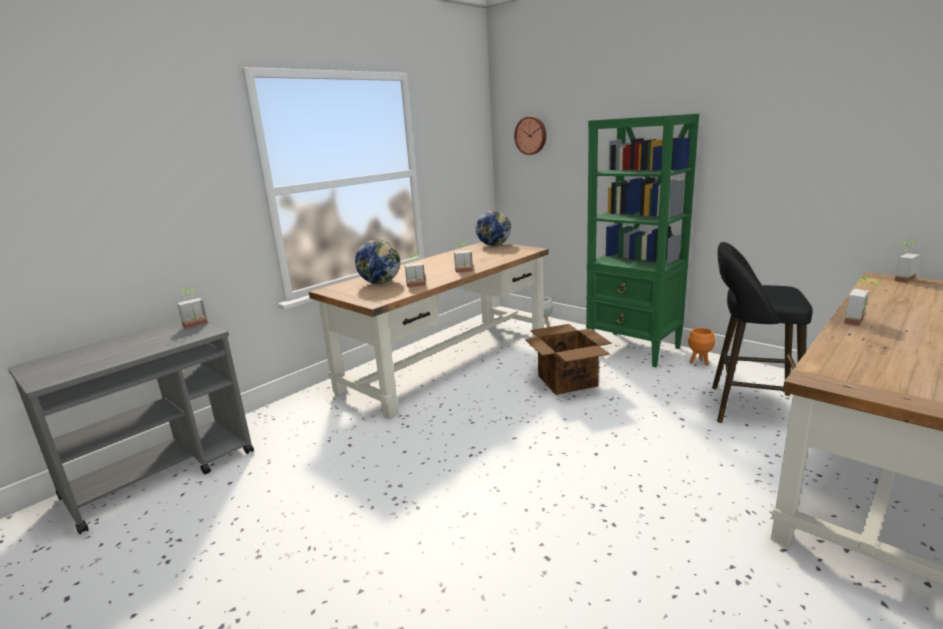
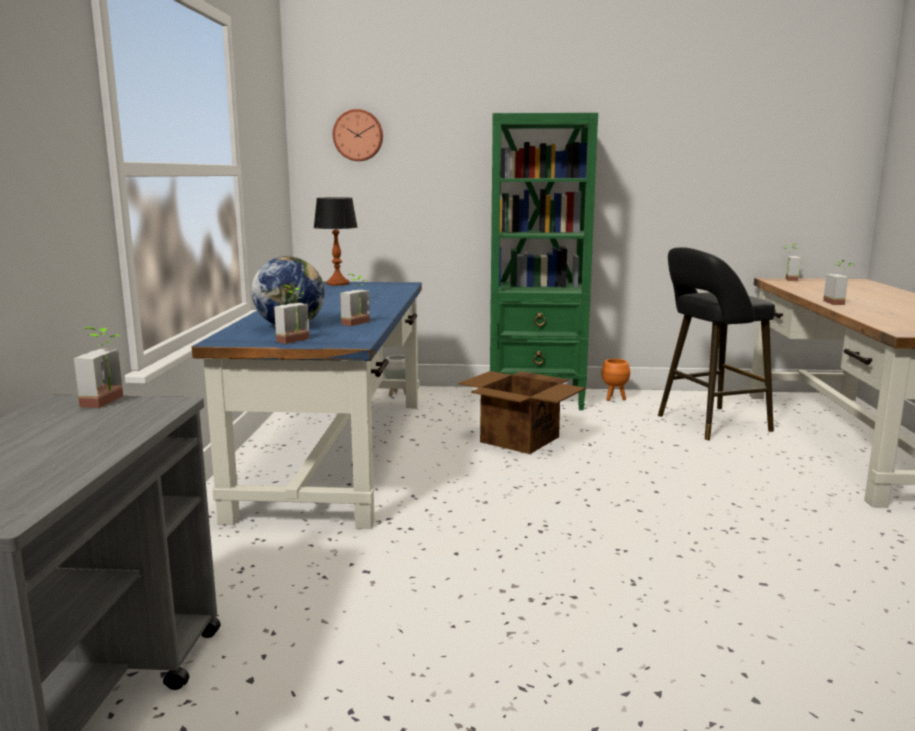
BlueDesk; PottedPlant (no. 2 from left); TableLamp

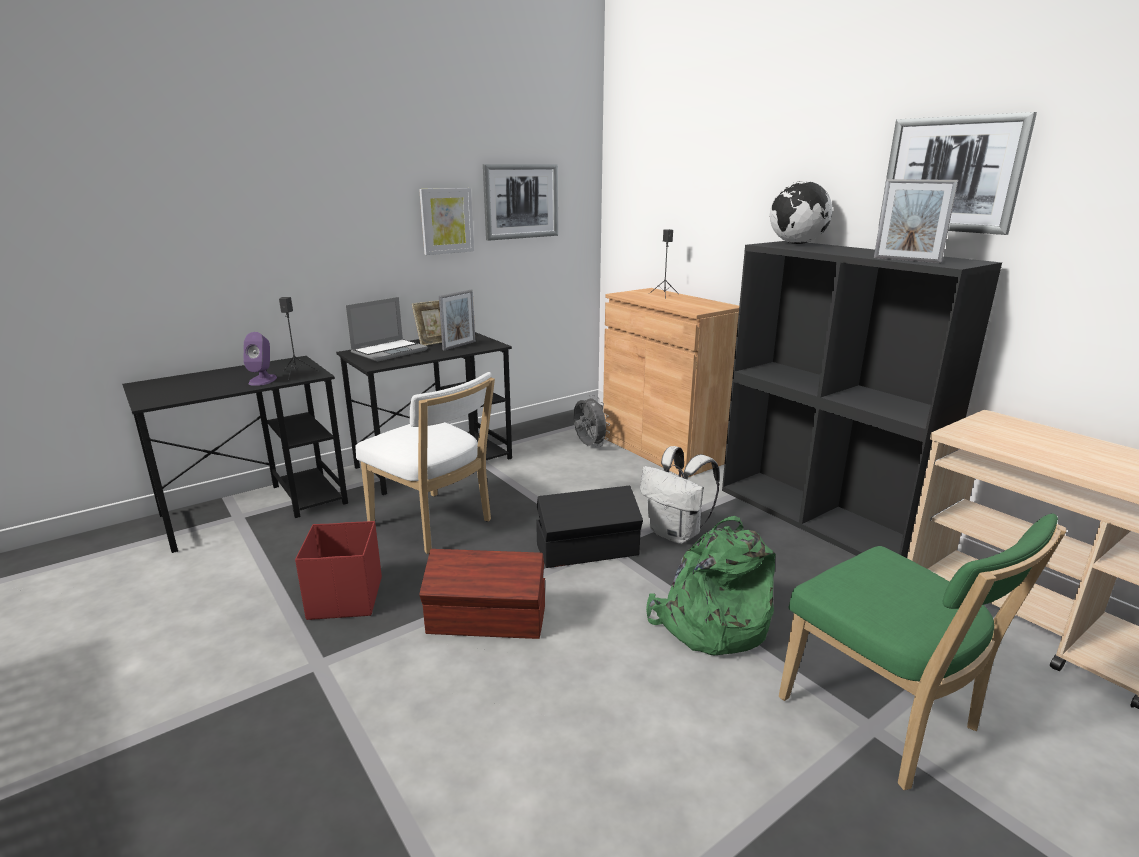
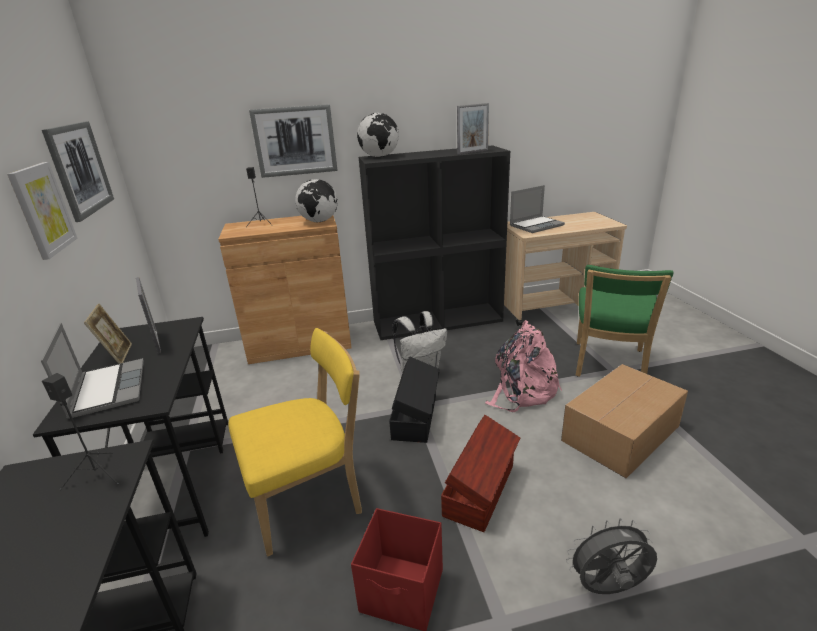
PurpleSpeaker; YellowChair; GreyFan; PinkBackpack; GreenChair; Picture (no. 3 from left); Globe (no. 1 from left); Laptop (no. 2 from left); CardboardBox

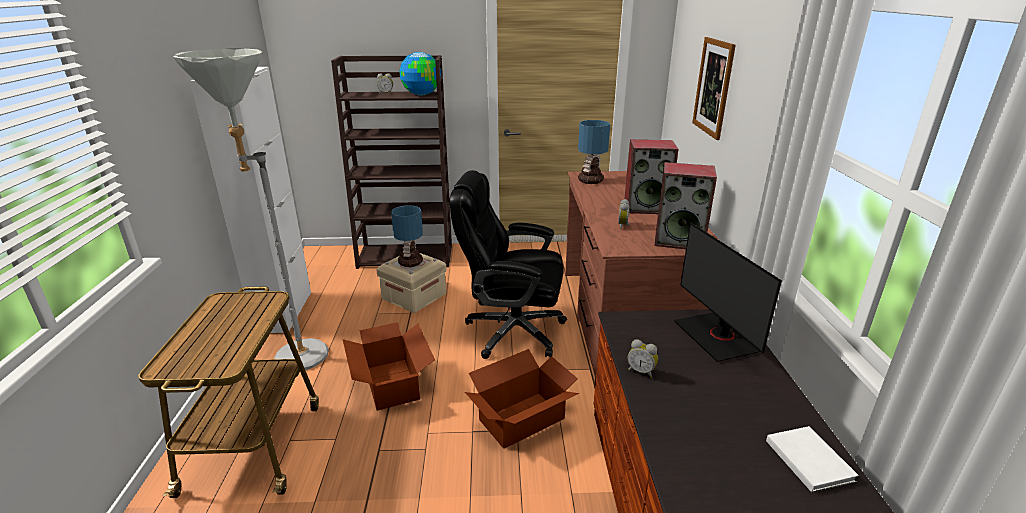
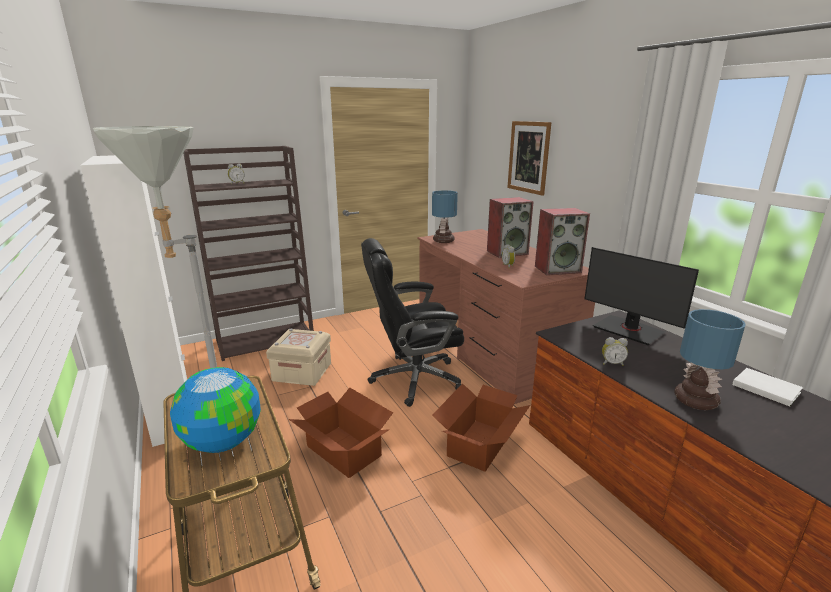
TableLamp (no. 2 from left); Globe

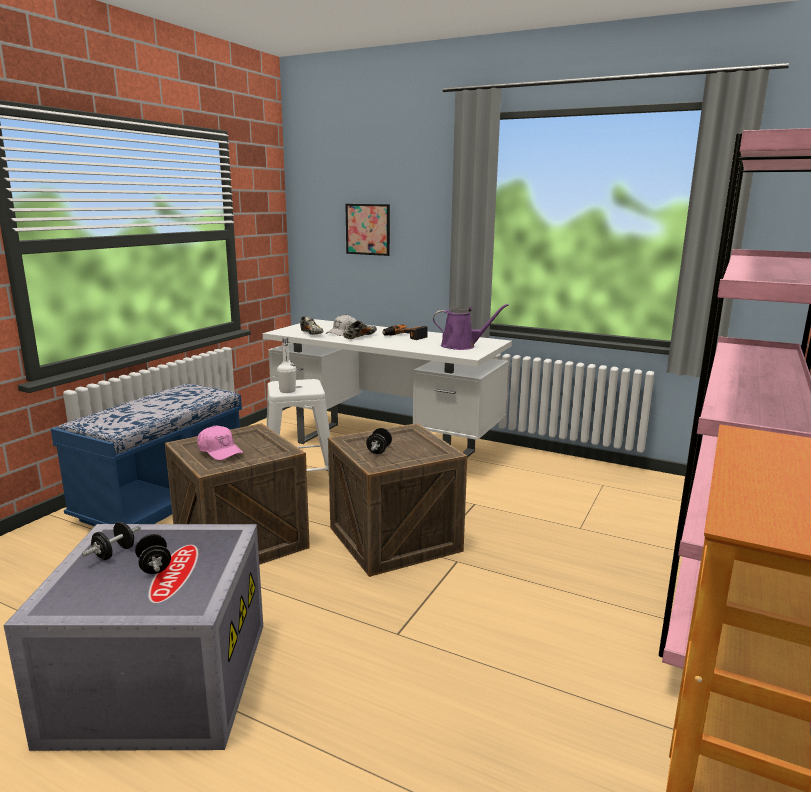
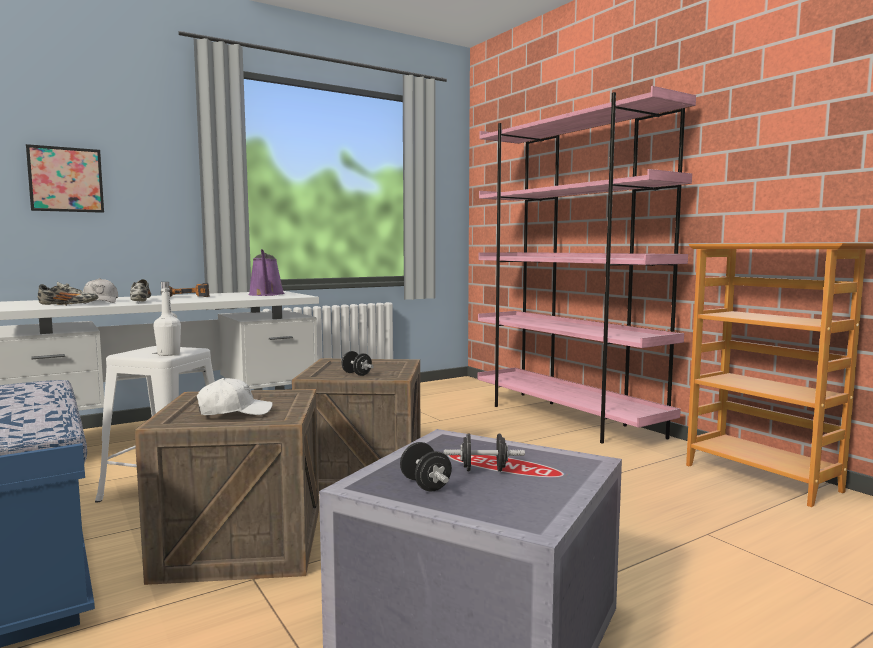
WhiteCap (no. 2 from left); PurpleWateringCan

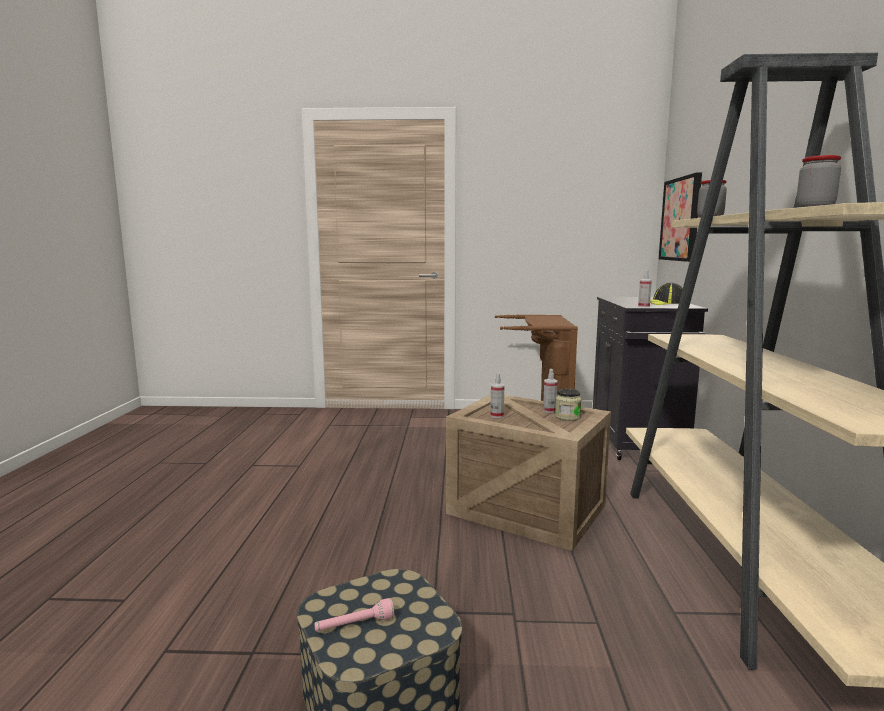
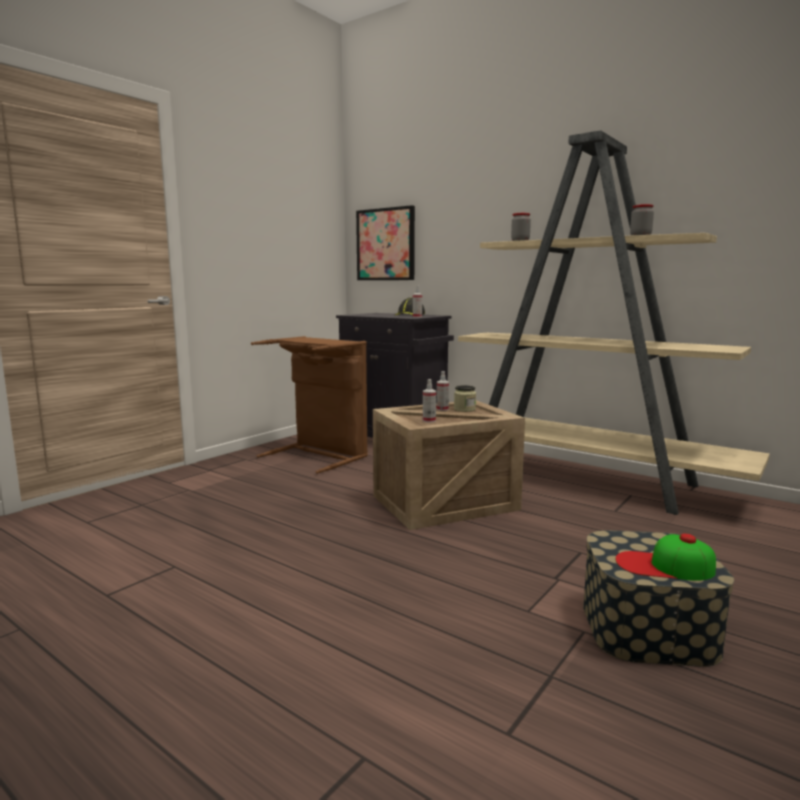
Cap (no. 2 from left)

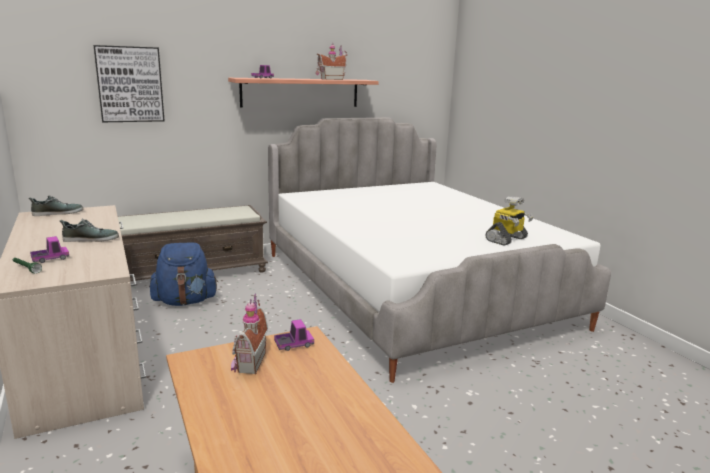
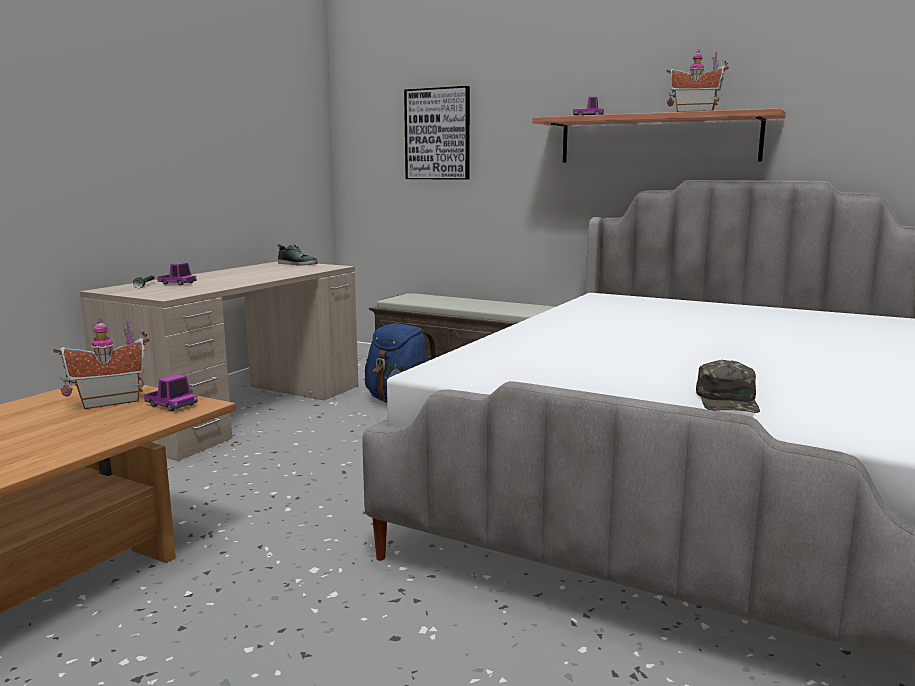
Shoe (no. 2 from left in the first image); GreenCap

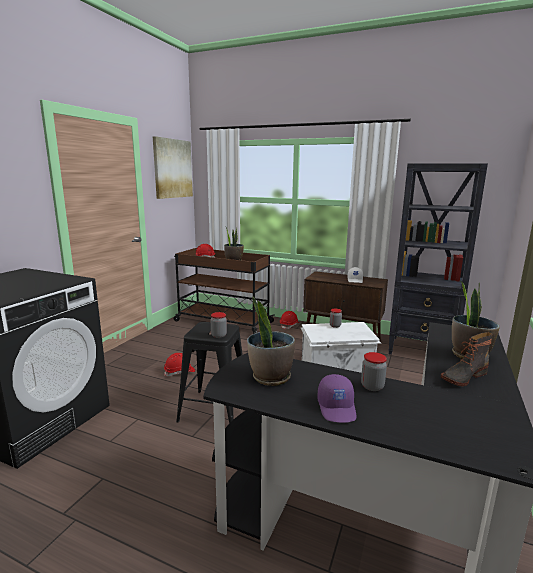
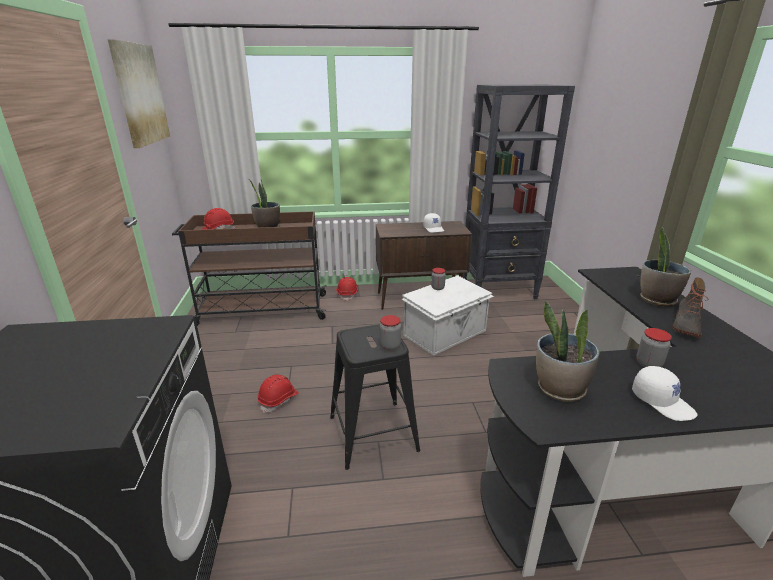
WhiteCap (no. 2 from left)

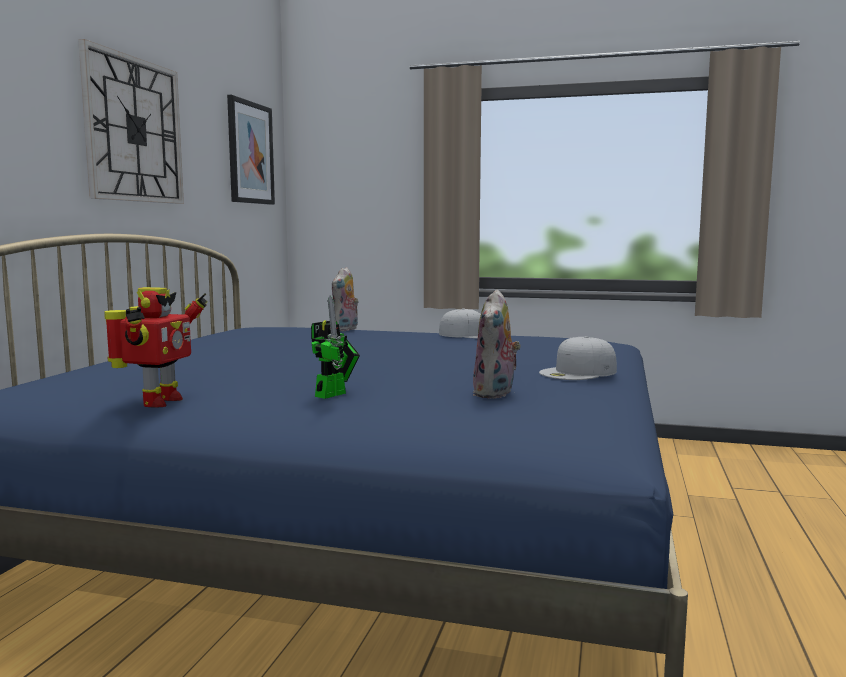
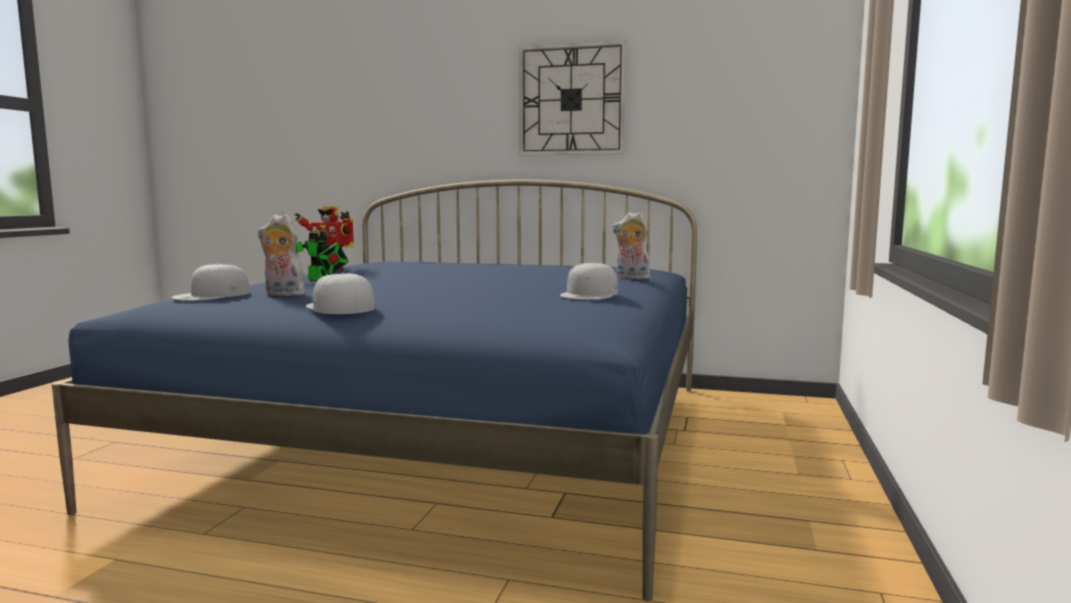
Picture; WhiteCap (no. 1 from left)

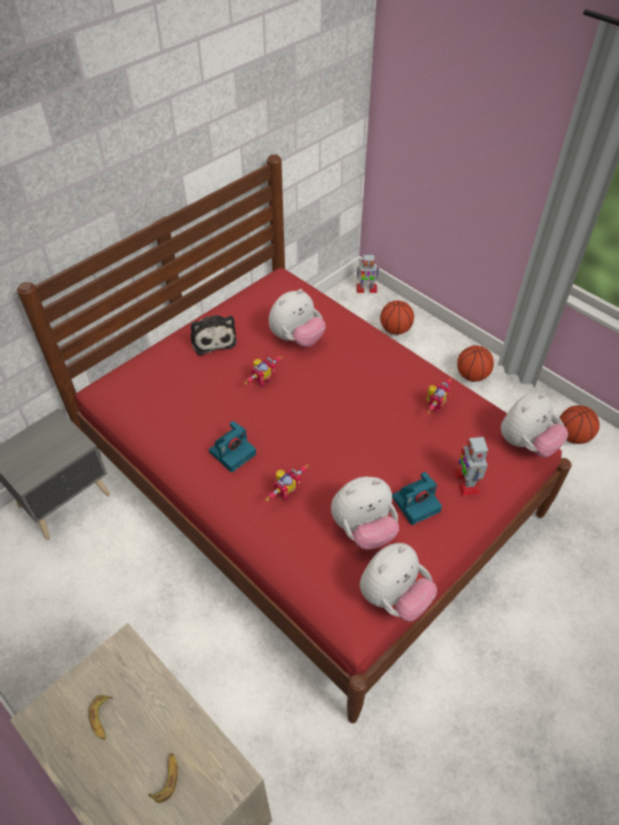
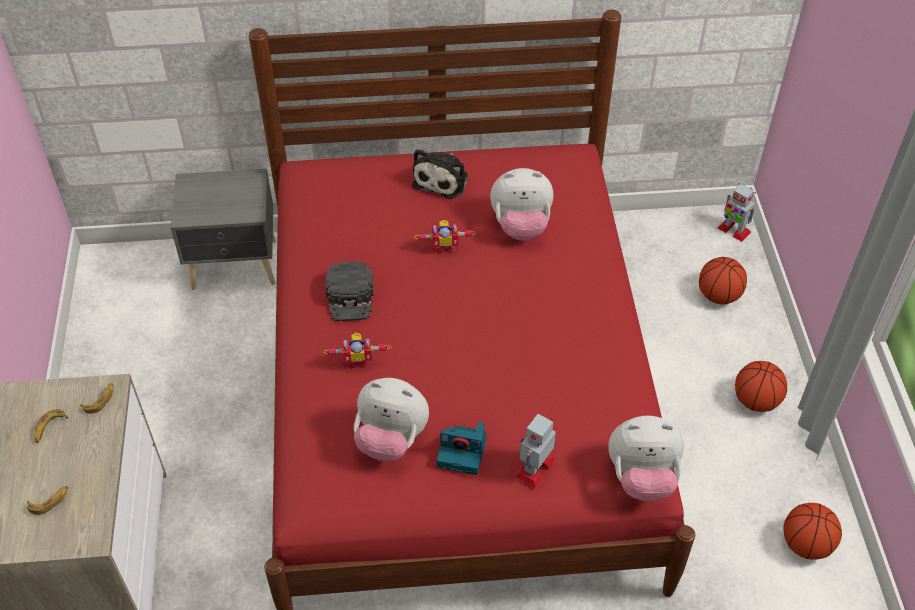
BlackCap; PlushToy (no. 4 from left in the first image); ToyRobot (no. 4 from left in the first image); Banana (no. 3 from left)

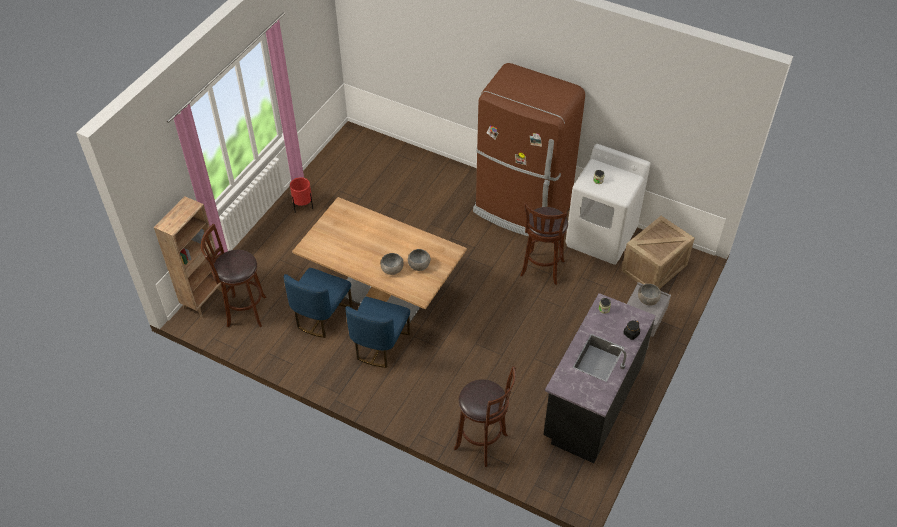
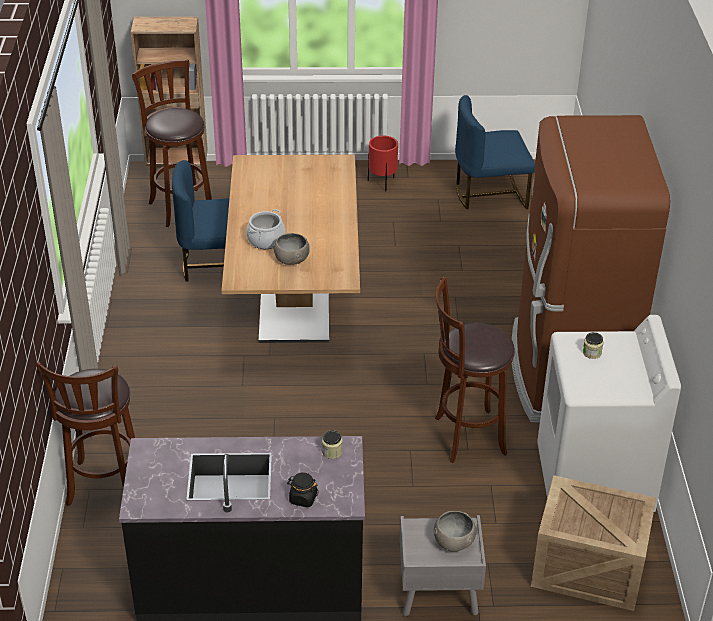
BlueChair (no. 2 from left); CookingPot

